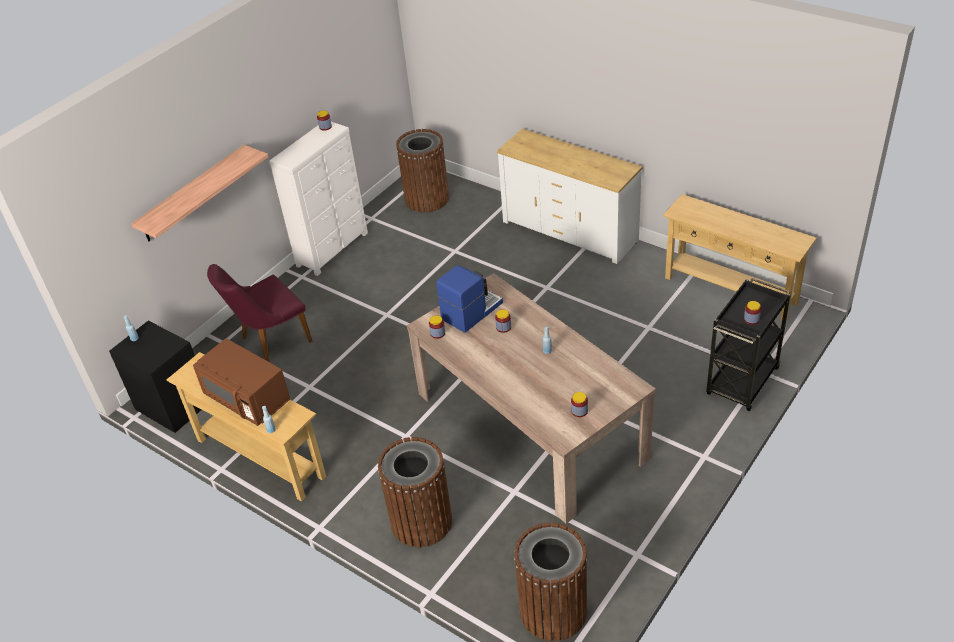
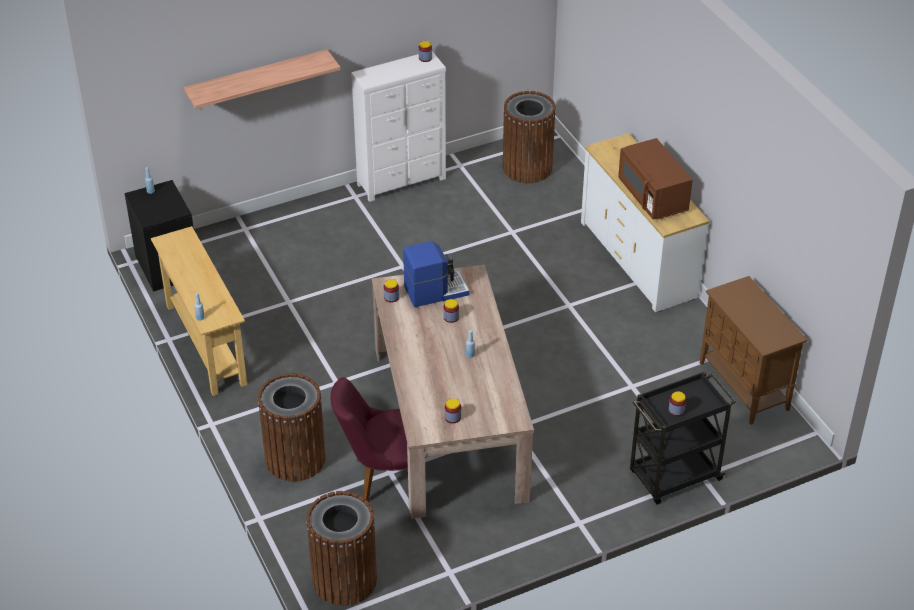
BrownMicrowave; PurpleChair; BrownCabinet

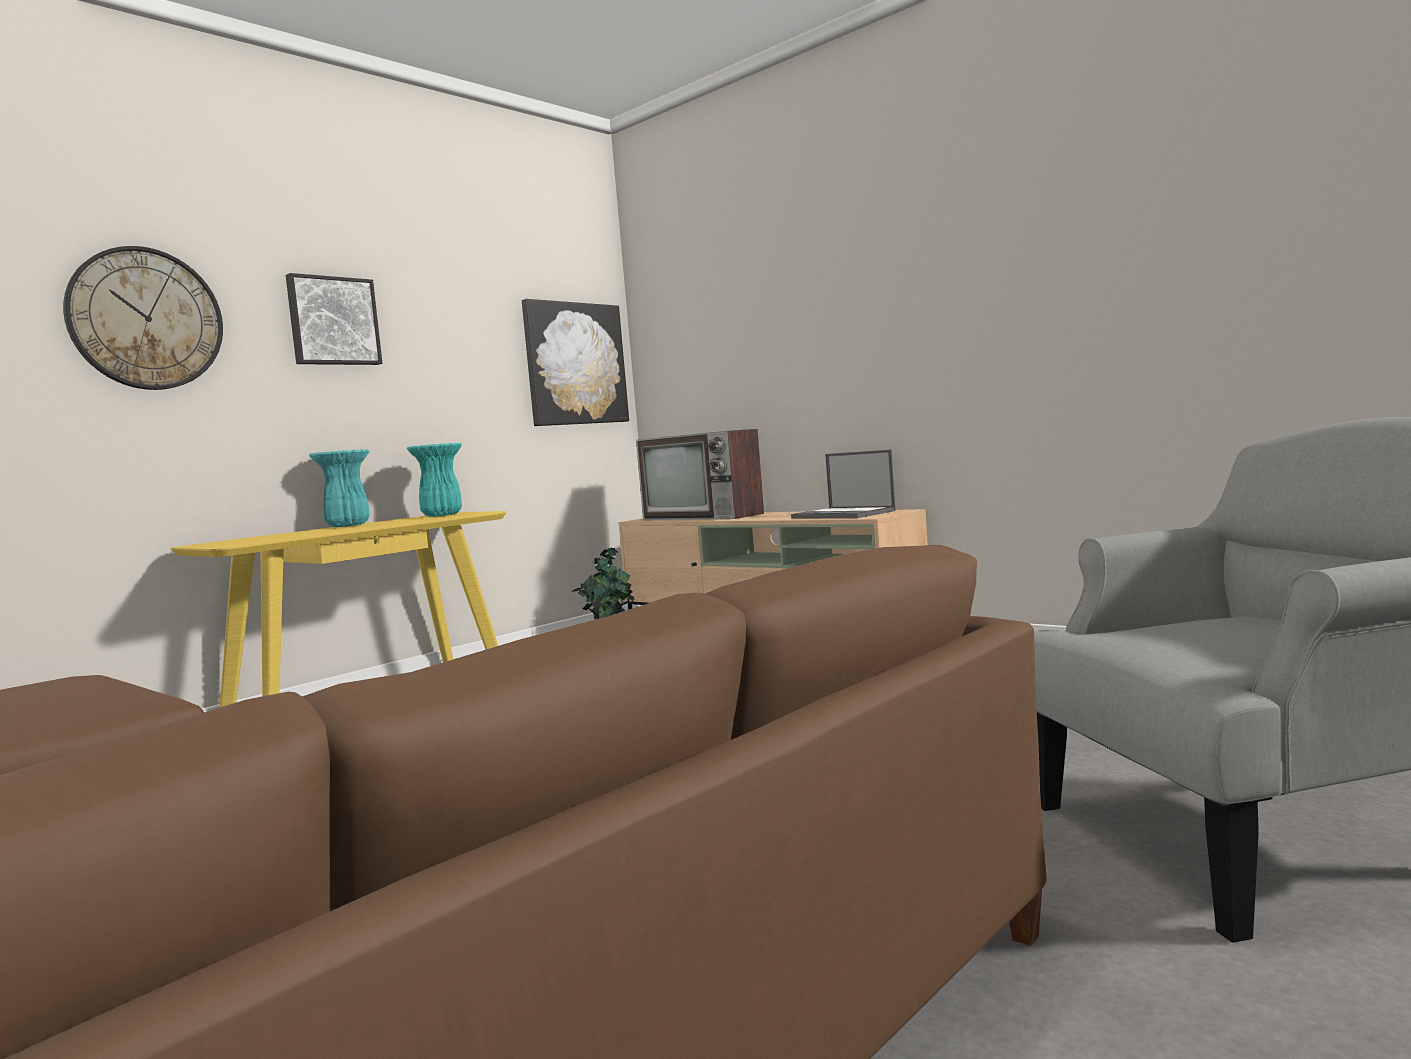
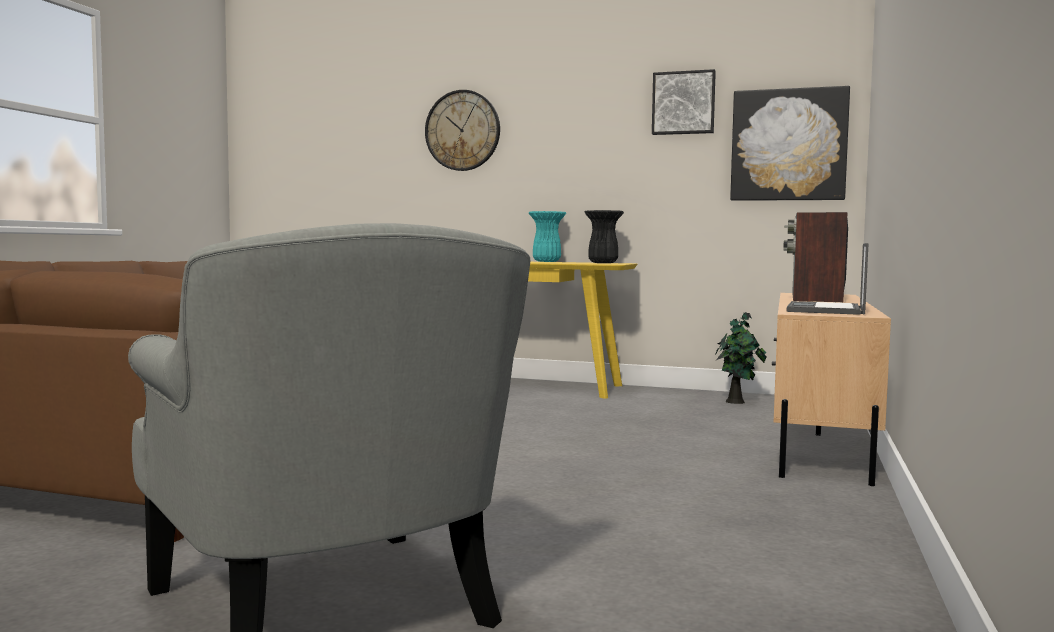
Picture (no. 1 from left); BlackVase

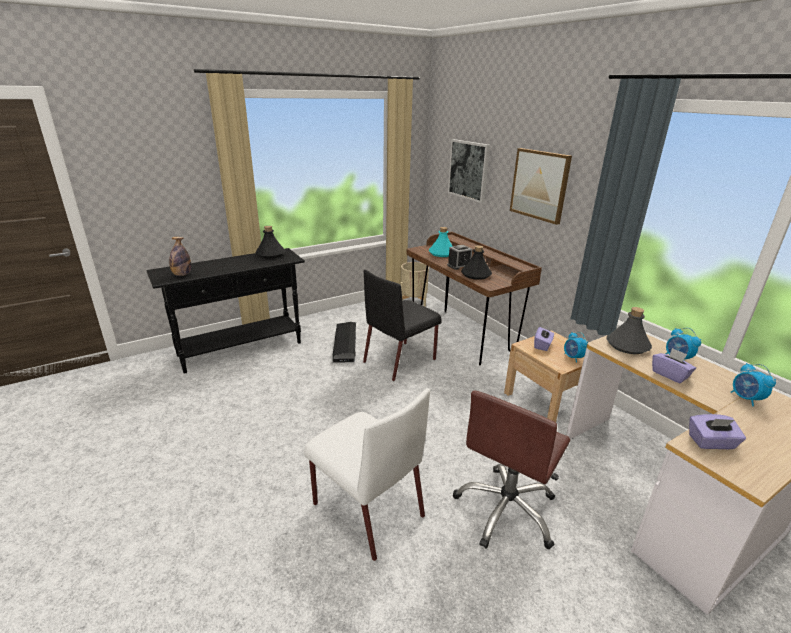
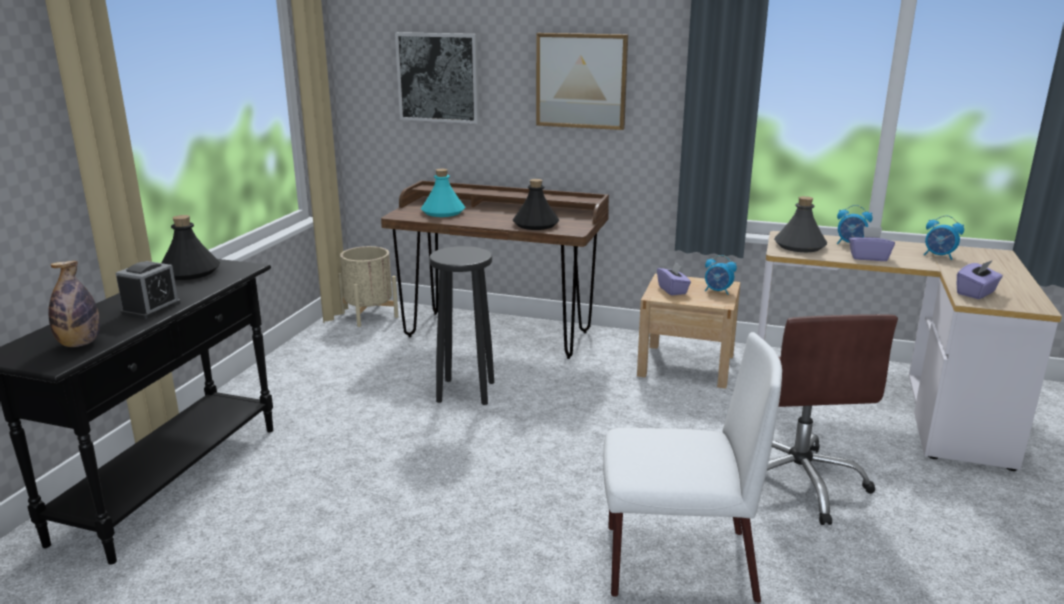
BlackStorageBox; BlackStool; AlarmClock (no. 1 from left)

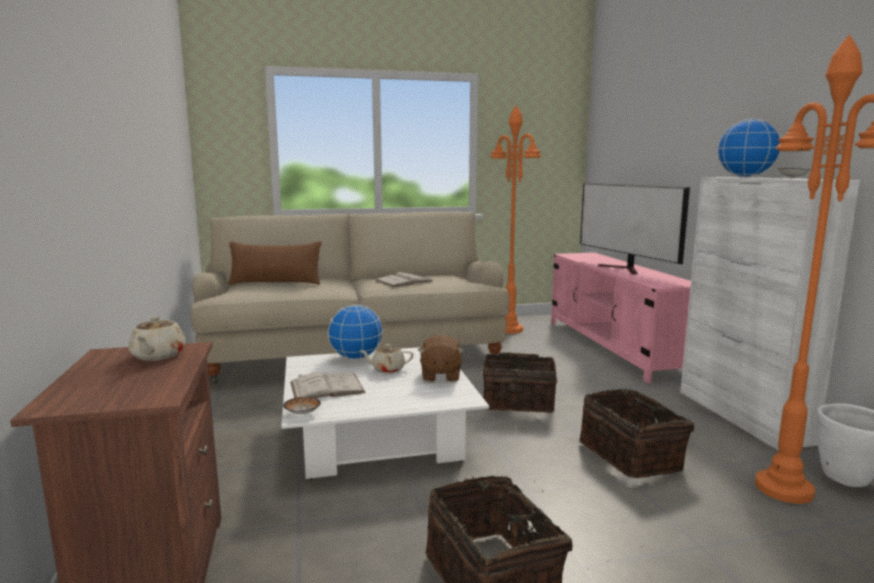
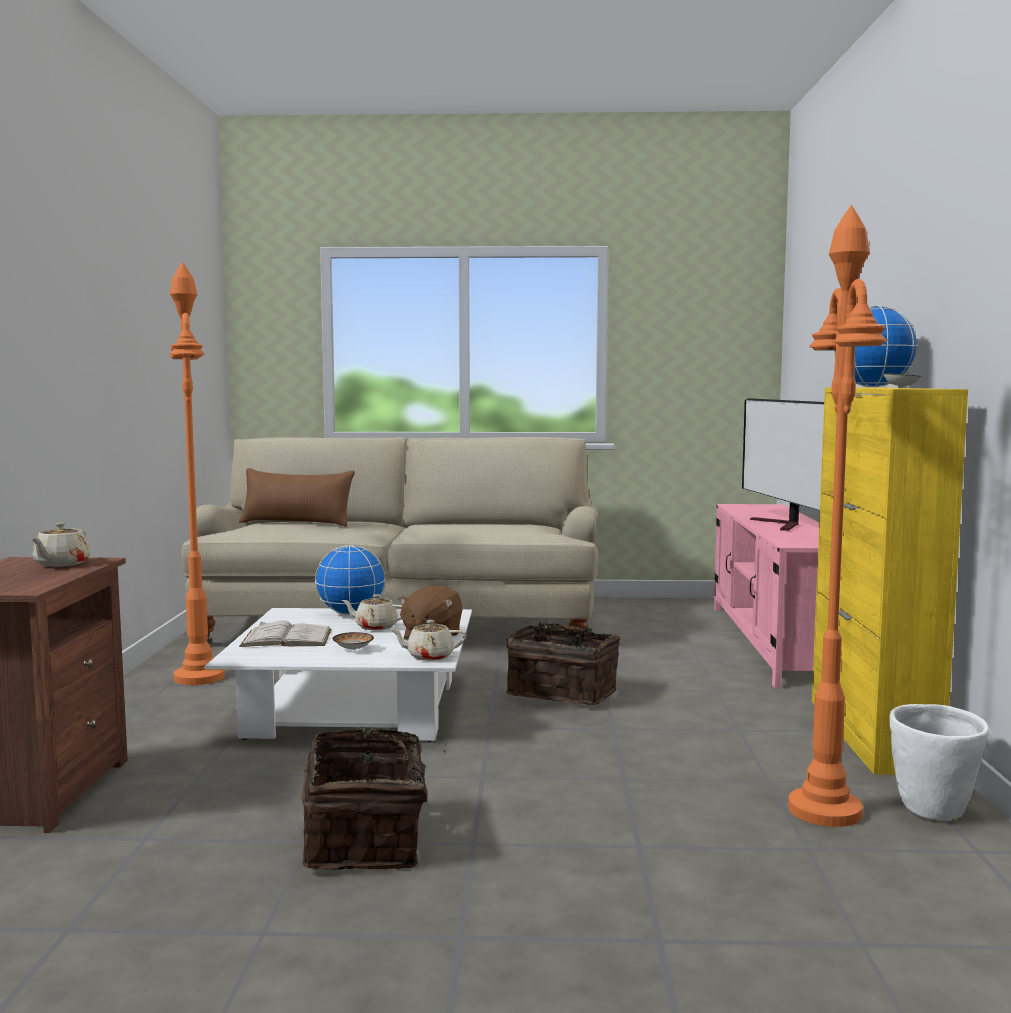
Bowl (no. 1 from left); WhiteBook (no. 2 from left in the first image); OrangeFloorLamp (no. 1 from left); Basket (no. 3 from left in the first image); YellowCabinet; BeigeTeapot (no. 3 from left)

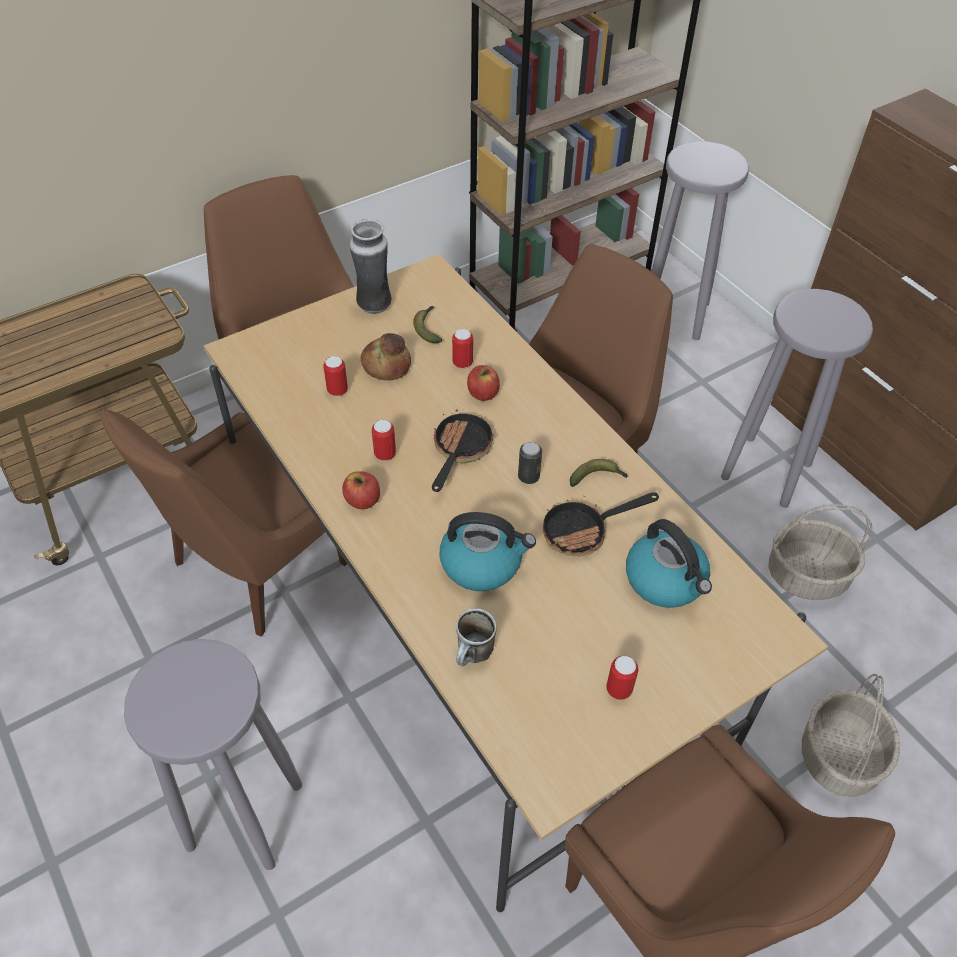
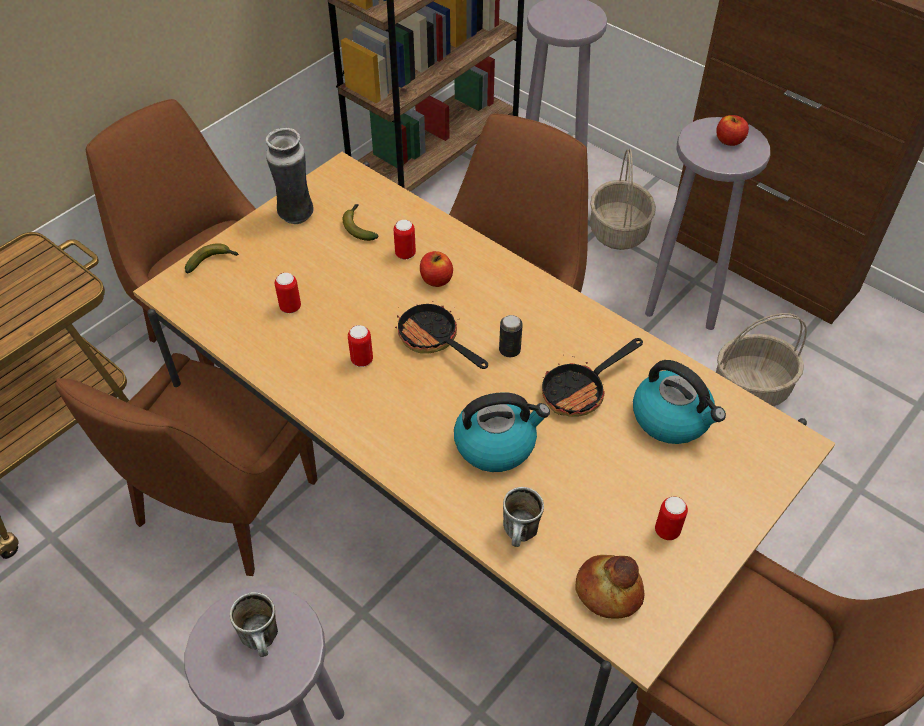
Apple (no. 2 from left); Bread; FryingPan (no. 1 from left); Banana (no. 1 from left); Basket (no. 1 from left); Mug (no. 1 from left)

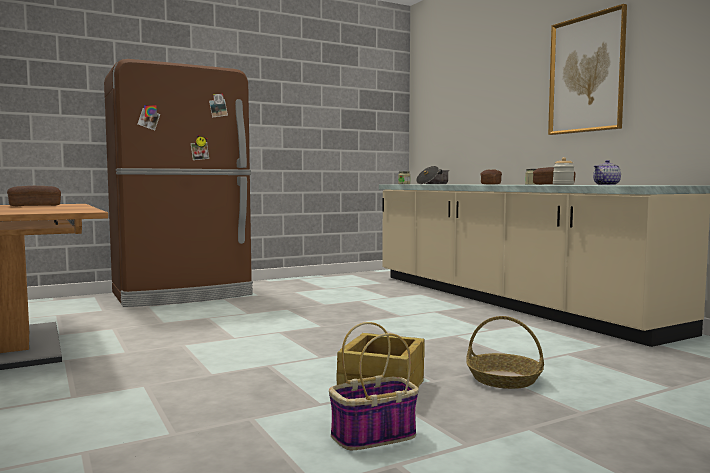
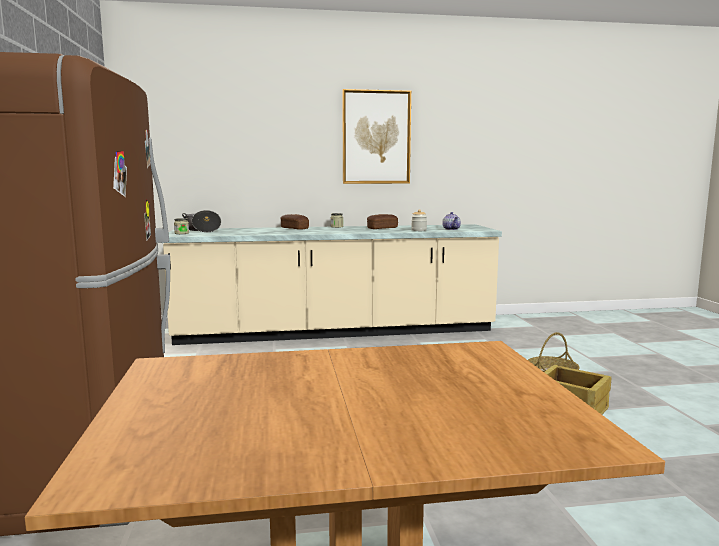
Bread (no. 1 from left in the first image); Basket (no. 1 from left in the first image)

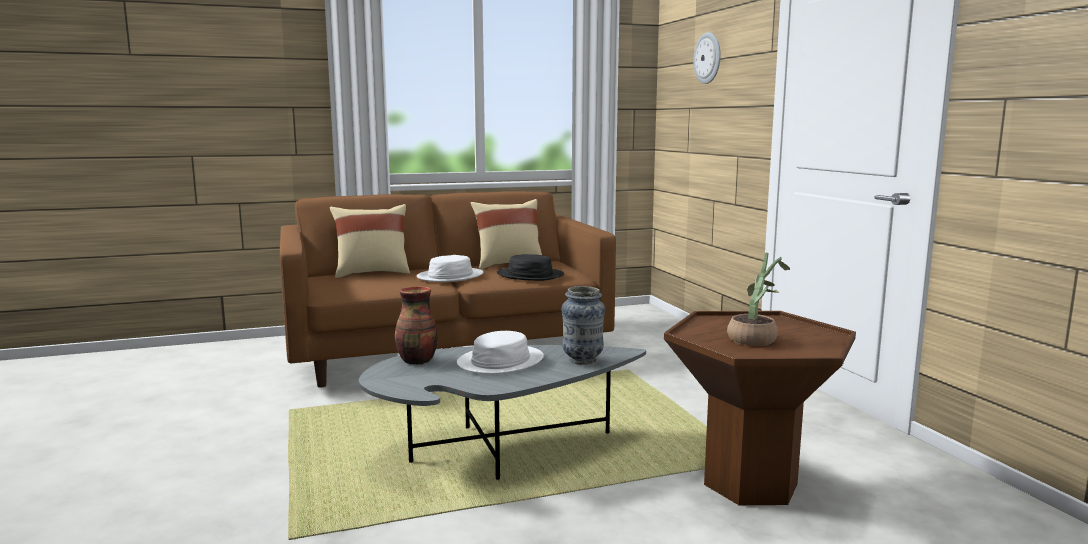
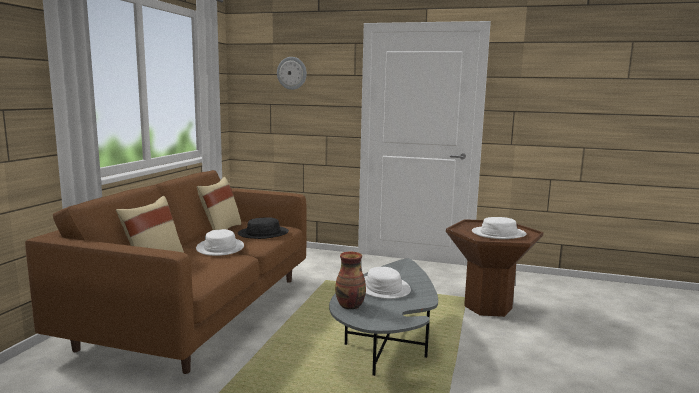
Vase (no. 2 from left in the first image); WhiteHat (no. 3 from left)

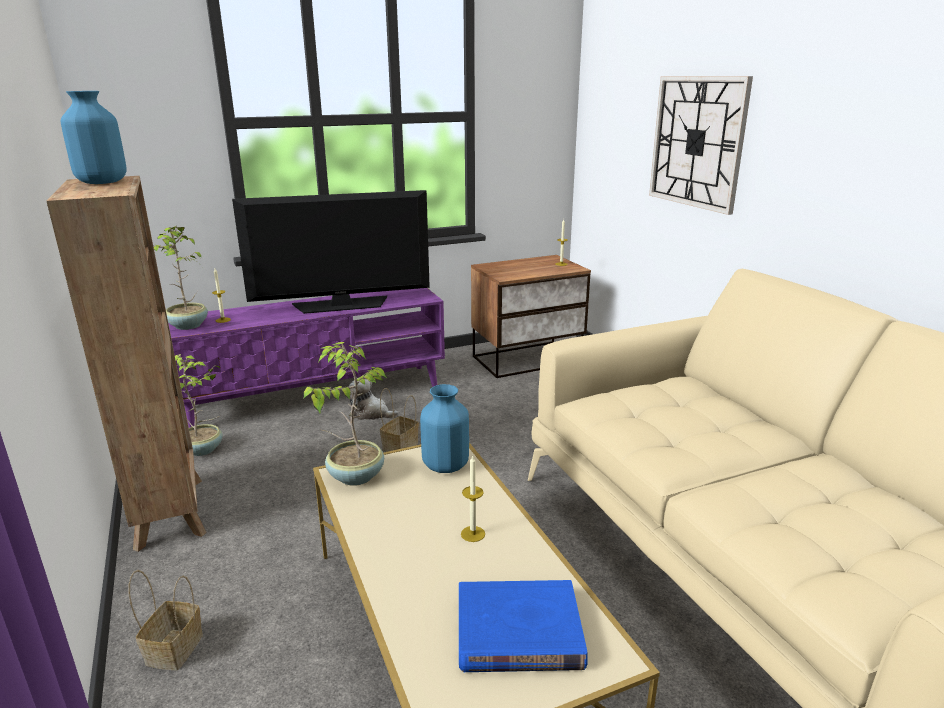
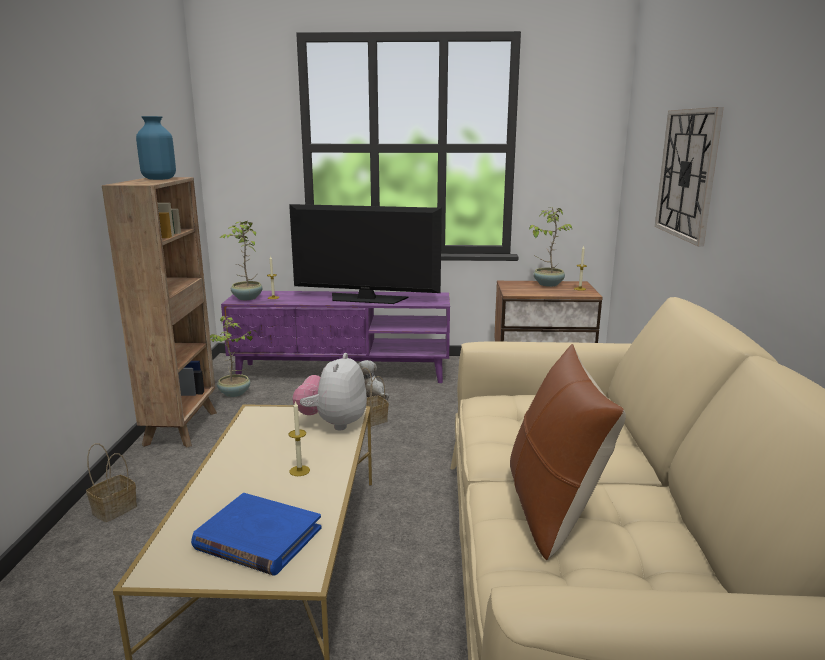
PottedPlant (no. 3 from left); PlushToy (no. 1 from left); BrownPillow

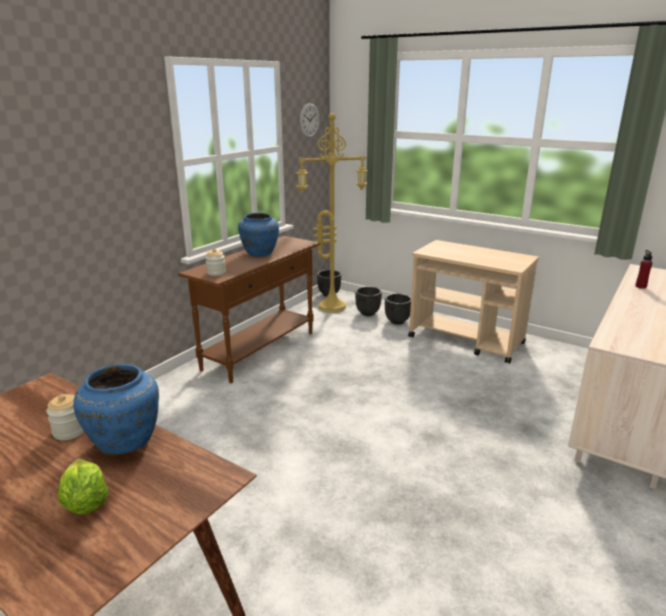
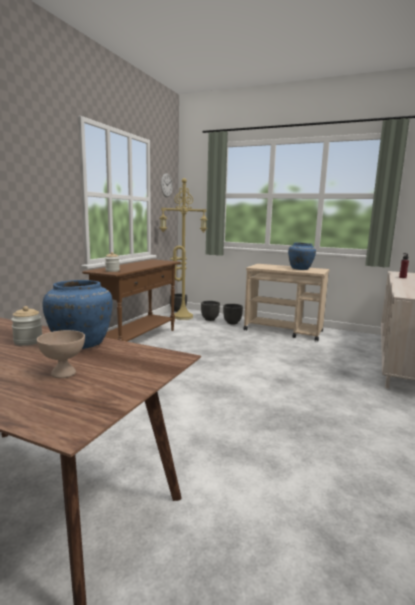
BeigeBowl; BlueVase (no. 2 from left)

